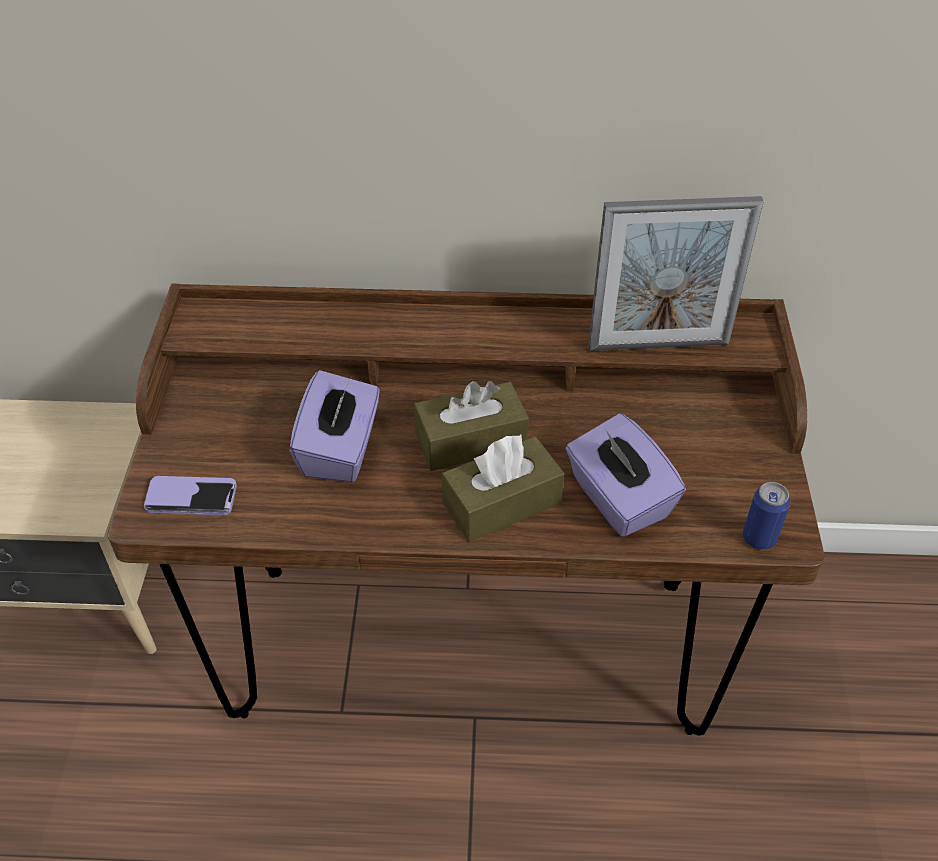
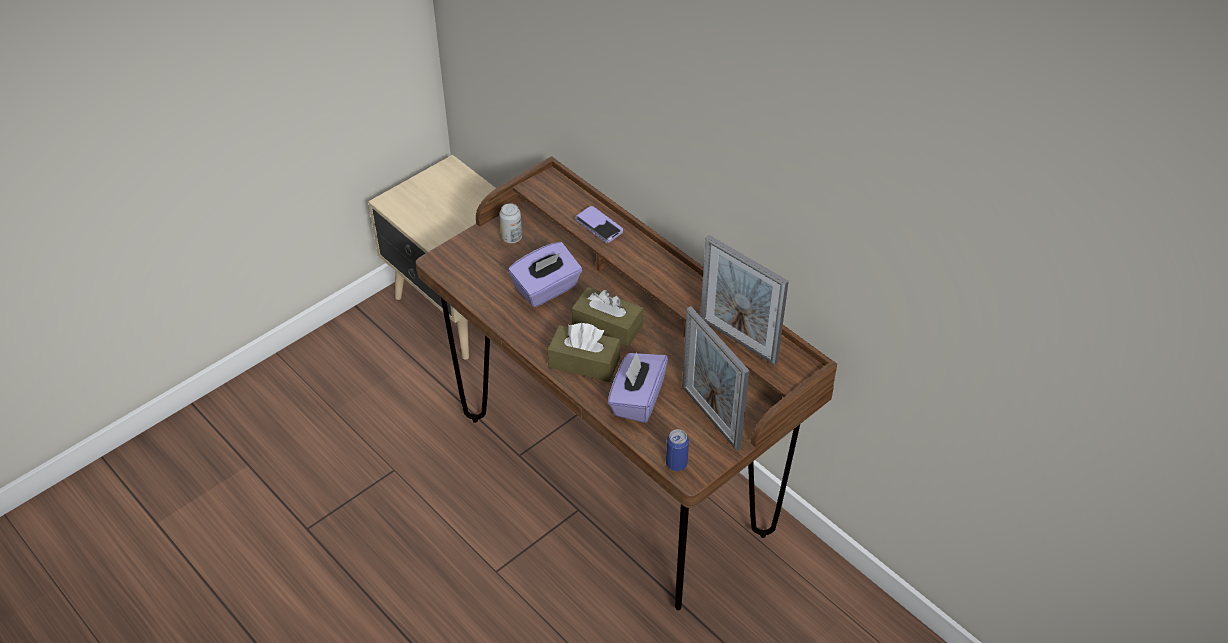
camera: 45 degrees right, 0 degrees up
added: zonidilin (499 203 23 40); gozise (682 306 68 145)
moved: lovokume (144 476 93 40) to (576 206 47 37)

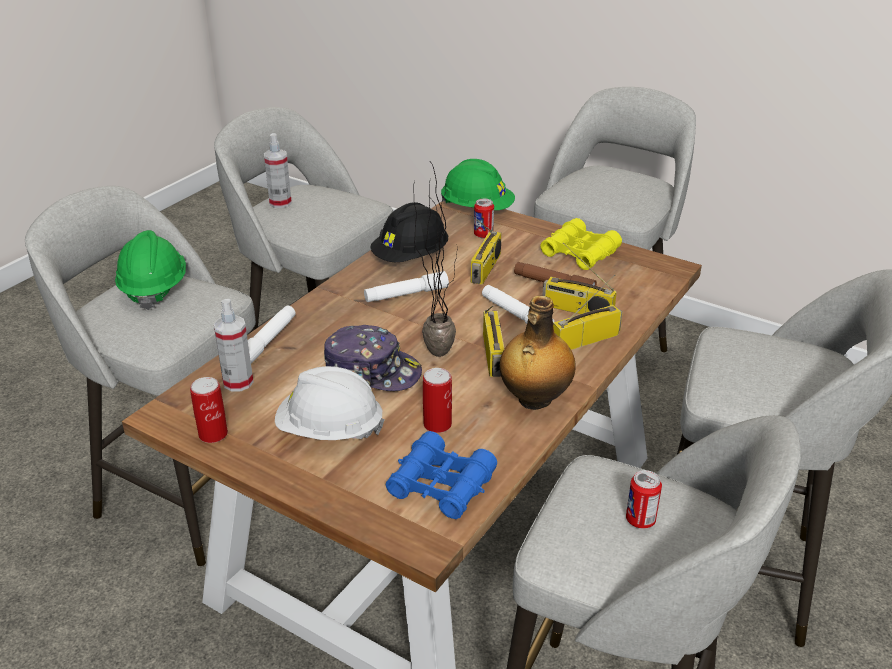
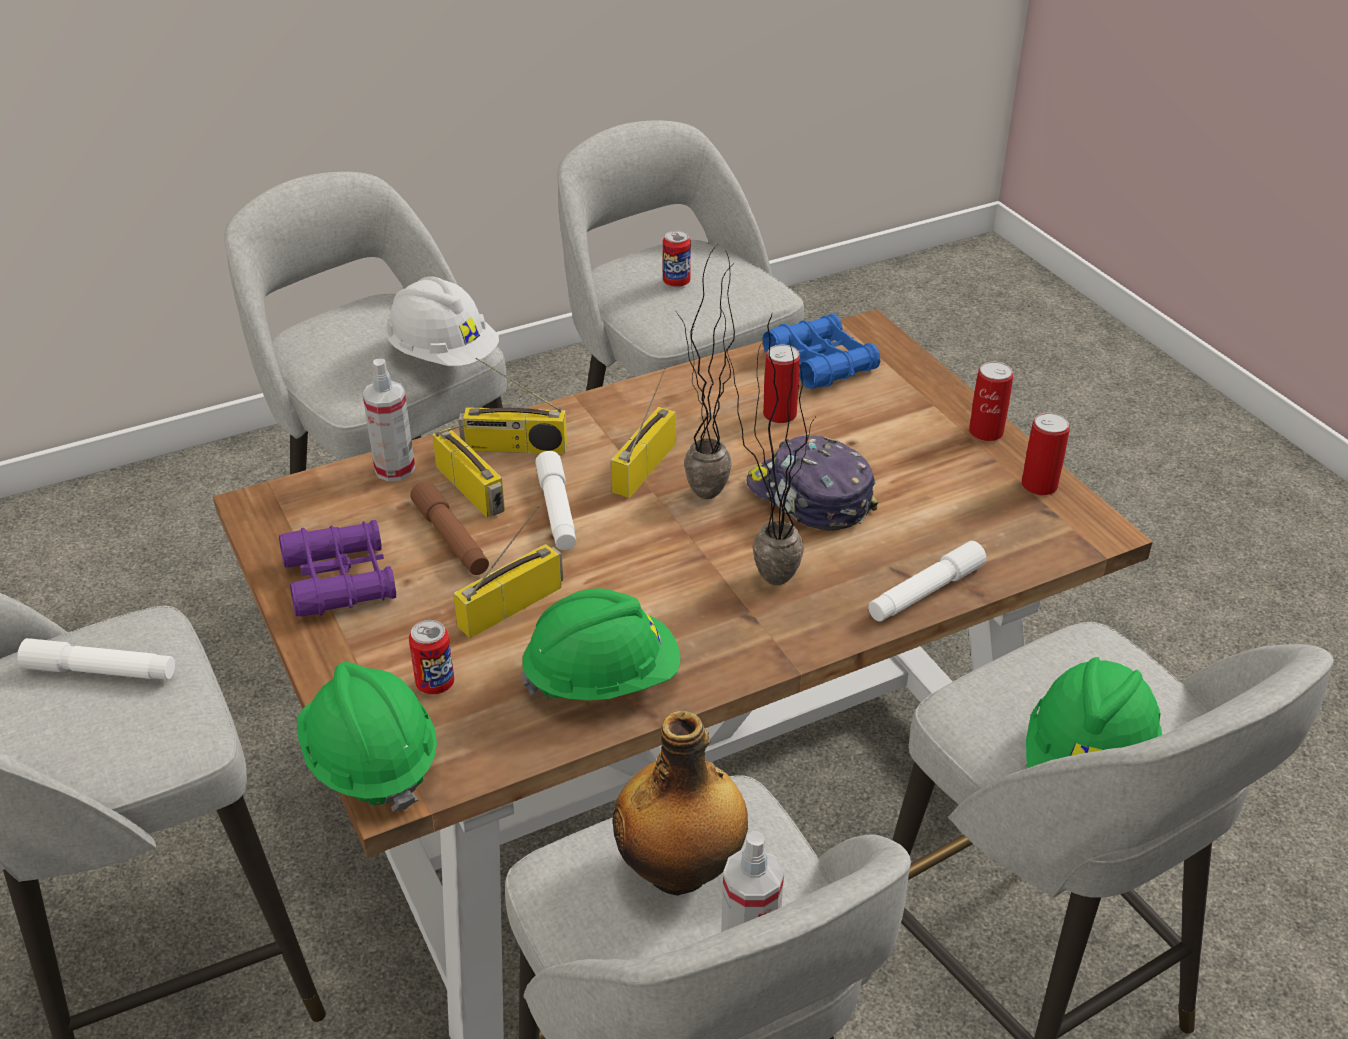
camera: 150 degrees left, 5 degrees up
added: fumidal (727 315 90 270); zonidilin (969 361 44 80)
moved: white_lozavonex (364 271 85 31) to (17 638 158 42); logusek (500 296 76 114) to (612 711 136 185); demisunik (214 299 40 92) to (362 359 53 123); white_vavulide (275 366 110 74) to (385 276 114 90)
recoloured: black_vavulide (370 202 78 60) to green_vavulide (521 588 159 113); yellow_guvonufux (540 218 82 52) to purple_guvonufux (279 520 117 97)

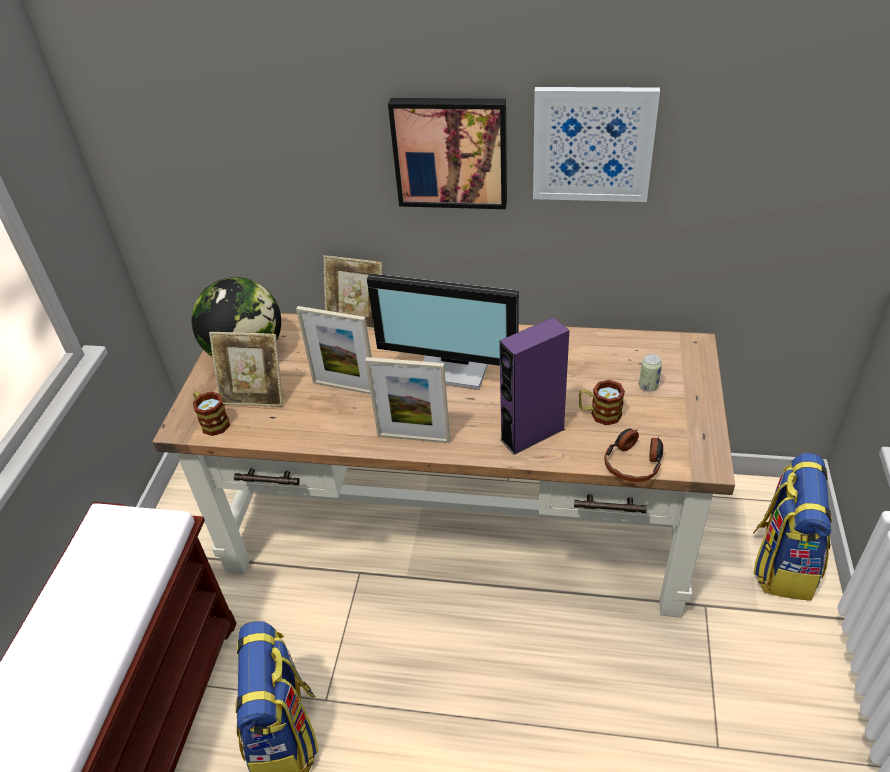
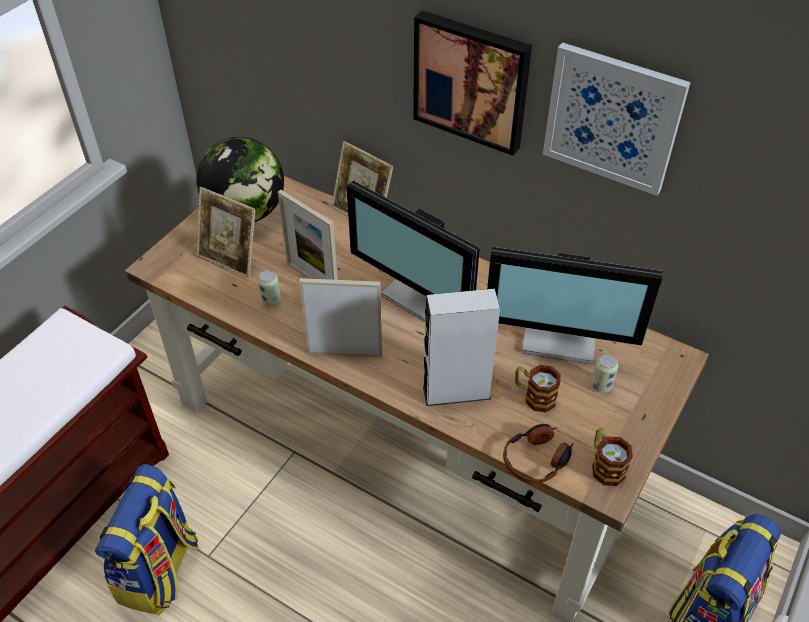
camera: 20 degrees right, 5 degrees up
added: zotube (487 247 175 117); zonidilin (258 270 23 37)
moved: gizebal (193 391 37 45) to (592 428 41 58)
recoloured: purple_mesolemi (499 317 70 138) to grey_mesolemi (423 288 77 118)
turned: gozise (365 357 85 86) = (299 278 83 79) 150 degrees clockwise

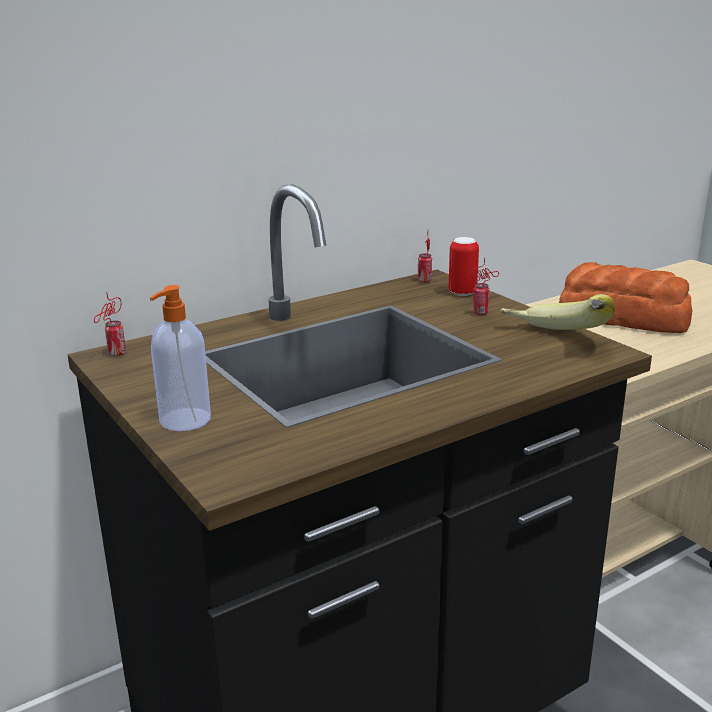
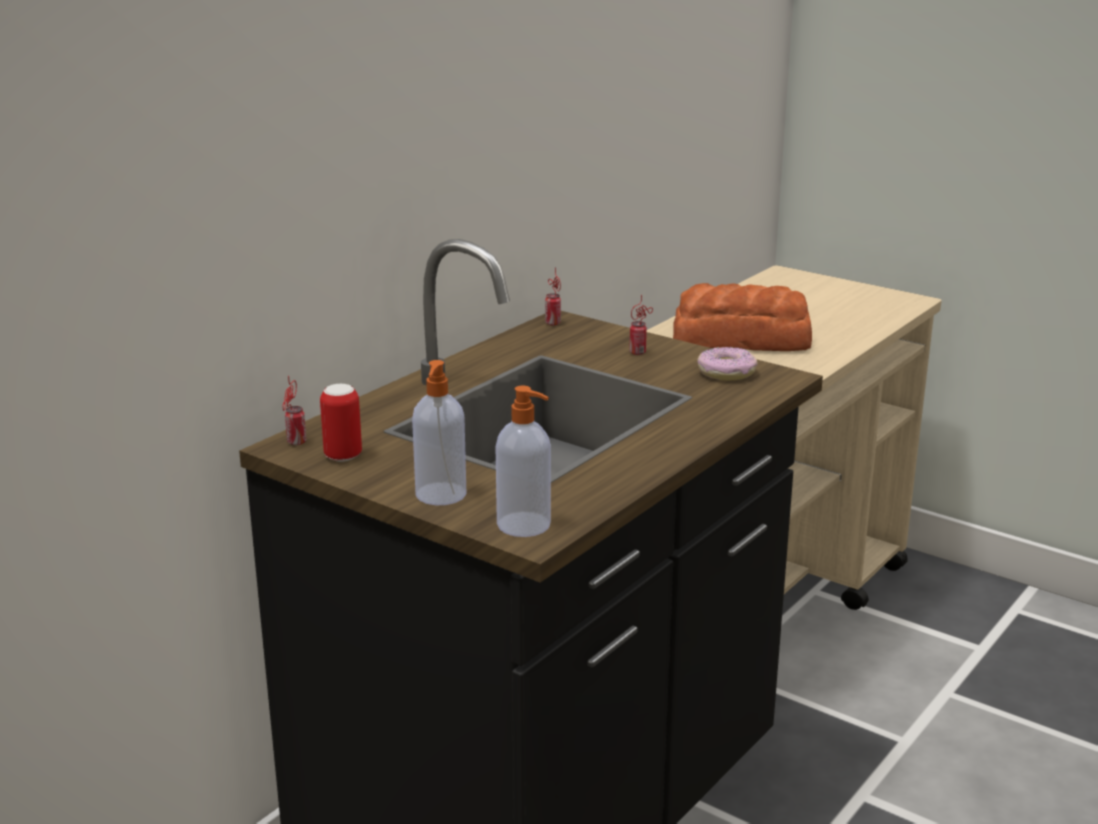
camera: 20 degrees left, 0 degrees up
added: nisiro (496 386 55 151)
moved: zonidilin (449 237 30 59) to (320 384 42 78)
replaced: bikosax (500 294 115 36) to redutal (697 347 61 34)

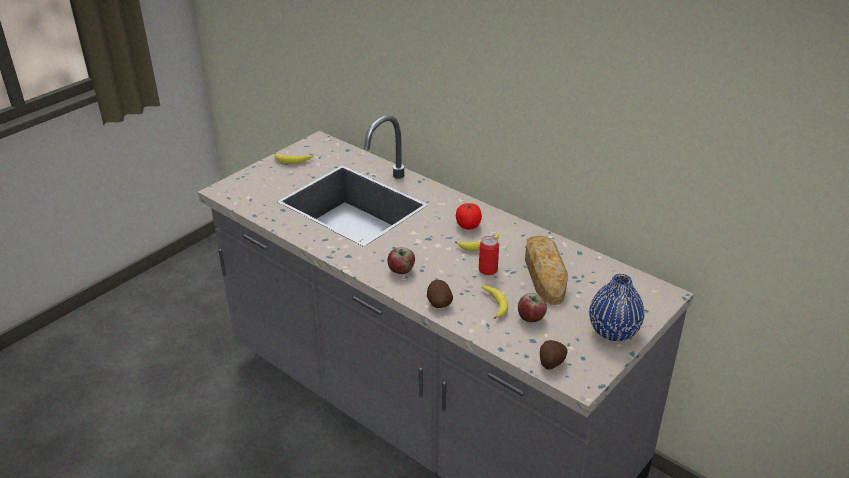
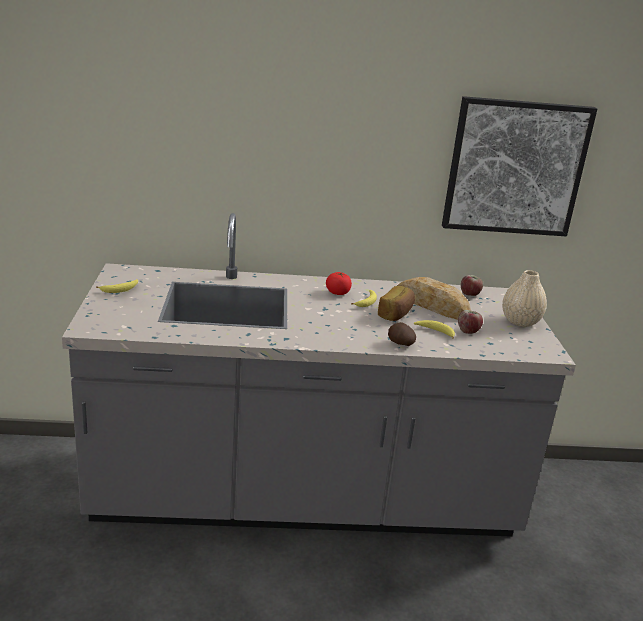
camera: 45 degrees left, 10 degrees down
removed: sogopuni (540 340 27 29)
added: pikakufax (442 96 155 140)
moved: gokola (388 247 27 27) to (461 275 22 21)
replaced: zonidilin (479 236 20 39) to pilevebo (378 286 37 35)
recoloured: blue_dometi (589 274 55 67) to beige_dometi (502 270 45 57)

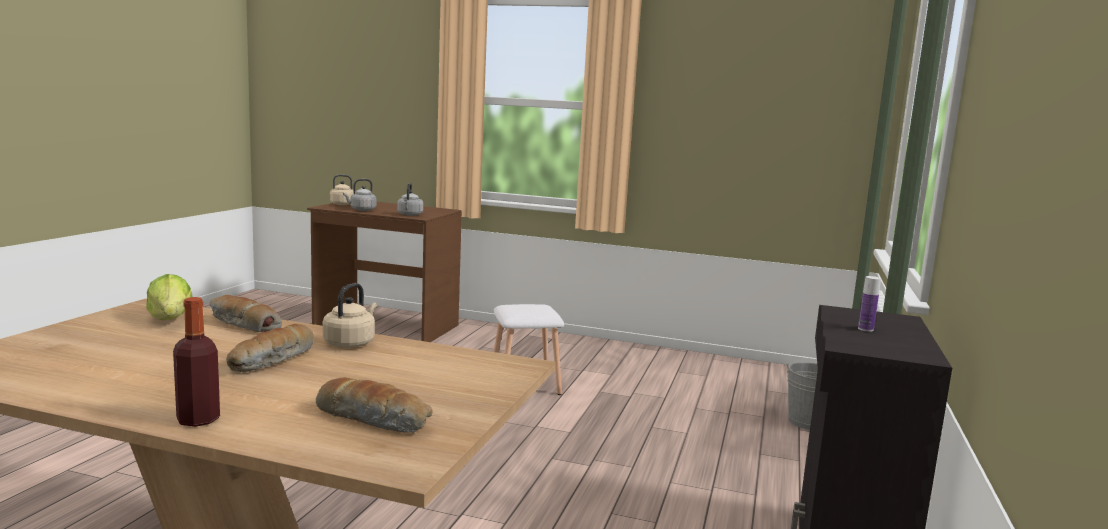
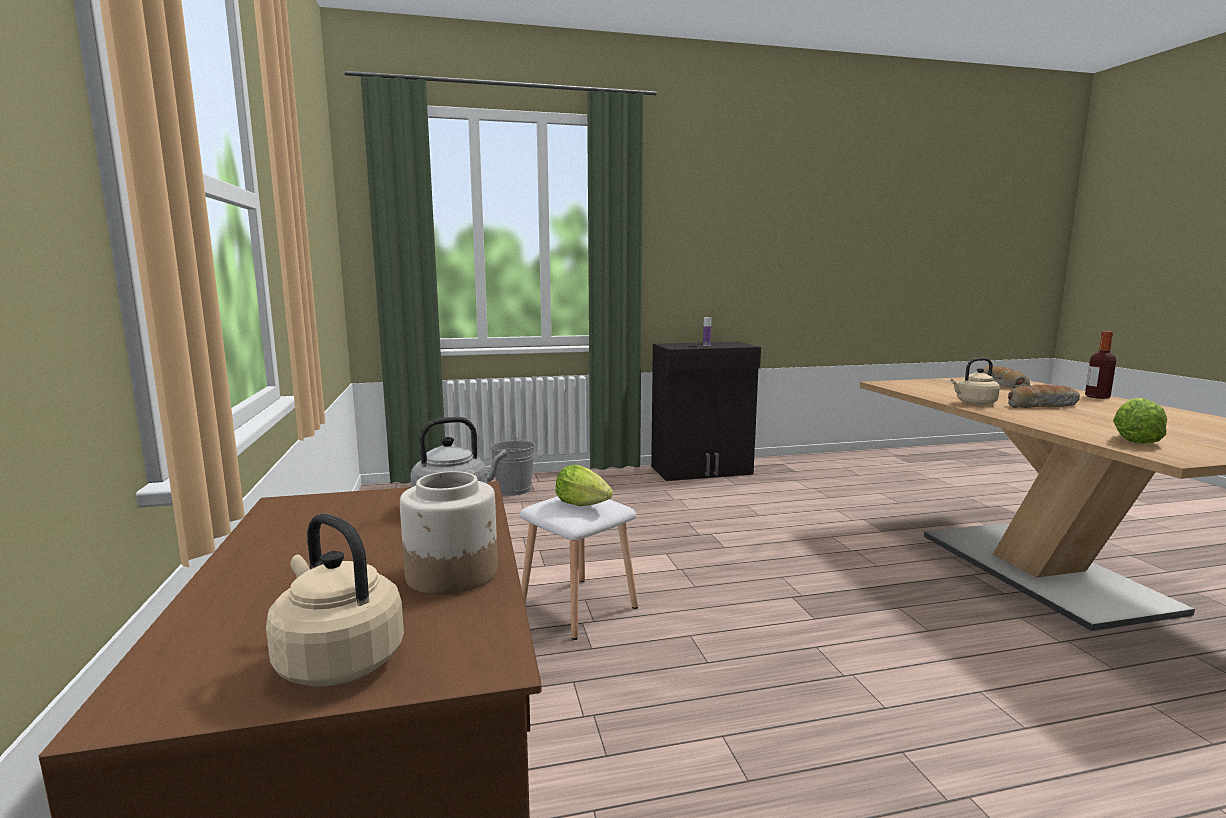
camera: 120 degrees left, 0 degrees up
removed: pilevebo (209 295 73 37)
added: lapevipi (556 465 57 41)
replaced: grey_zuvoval (343 179 33 32) to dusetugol (400 471 98 124)

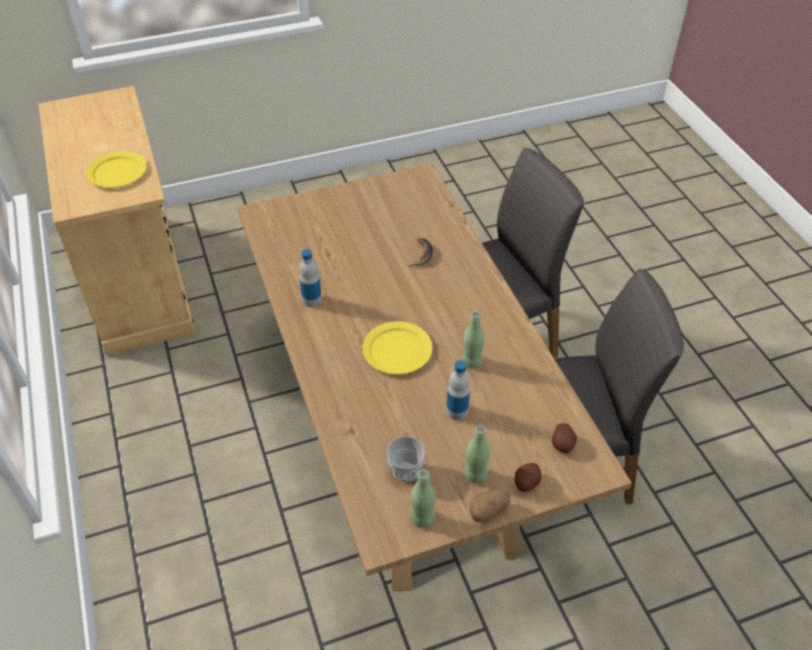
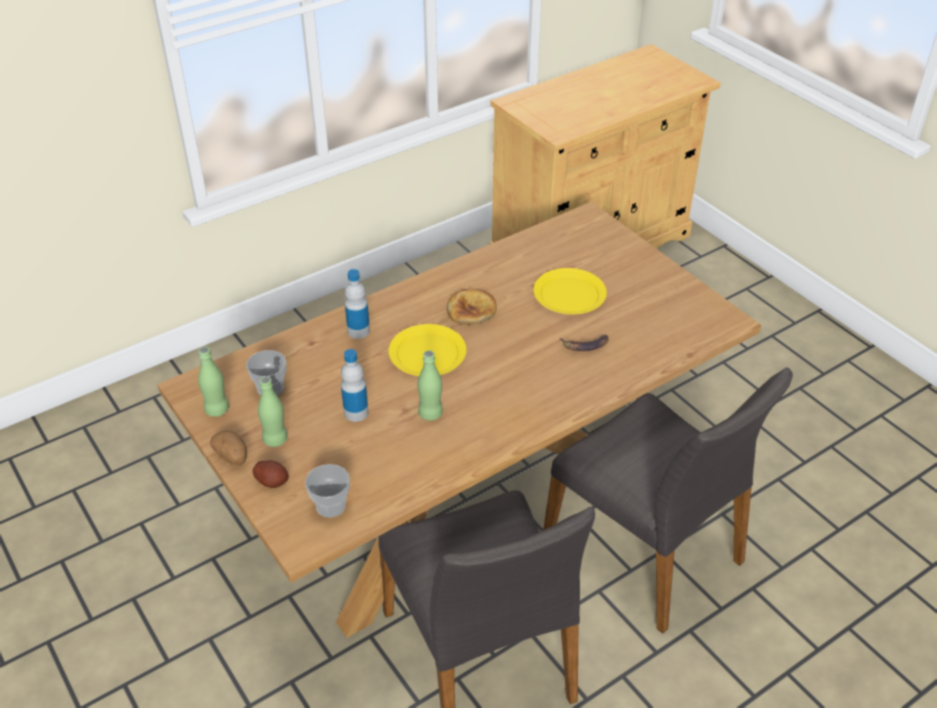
camera: 75 degrees right, 5 degrees down
added: pilevebo (447 289 50 36)
moved: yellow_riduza (86 151 61 37) to (533 268 74 46); logusek (299 249 23 58) to (345 269 25 70)
replaced: sogopuni (552 423 25 31) to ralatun (305 464 45 54)

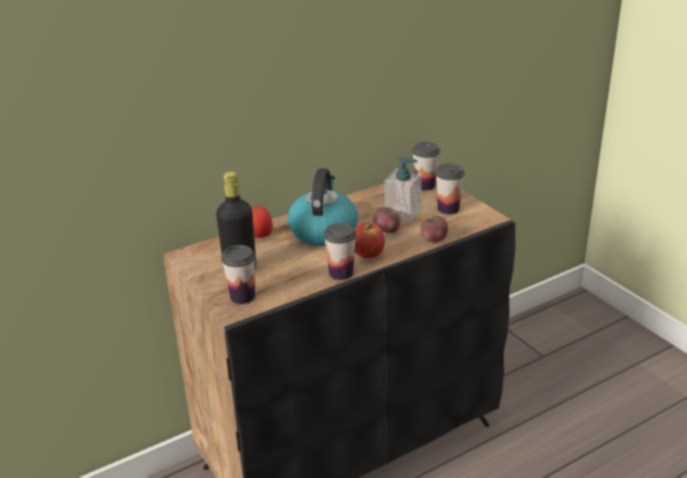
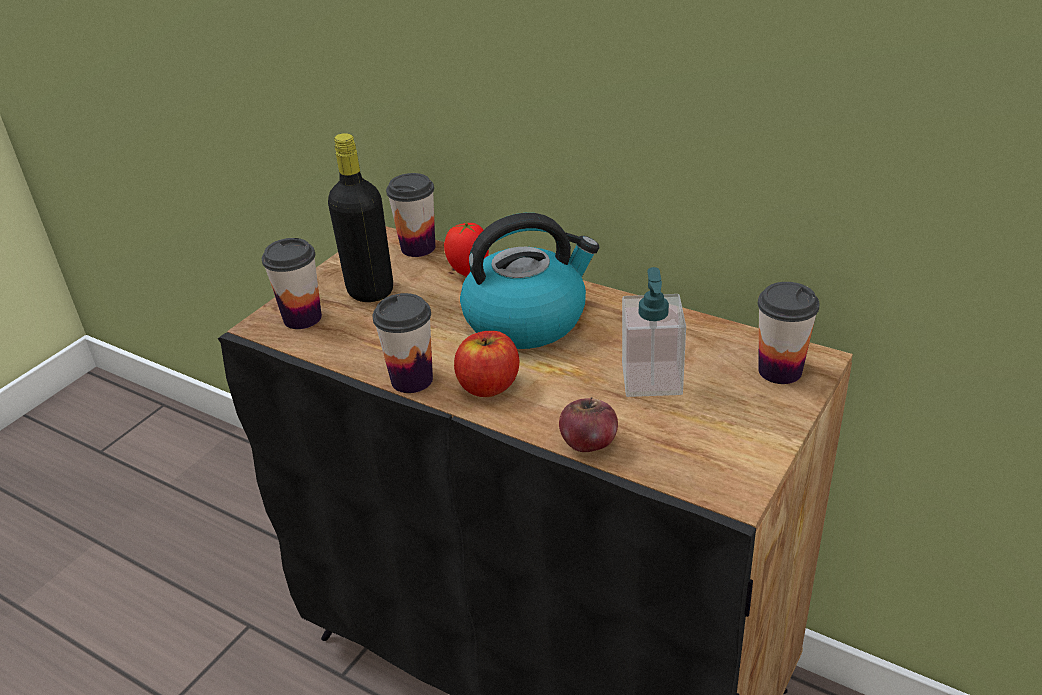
camera: 65 degrees right, 5 degrees up
removed: gokola (373 207 28 26)
moved: ralatun (435 163 30 51) to (386 173 49 84)

